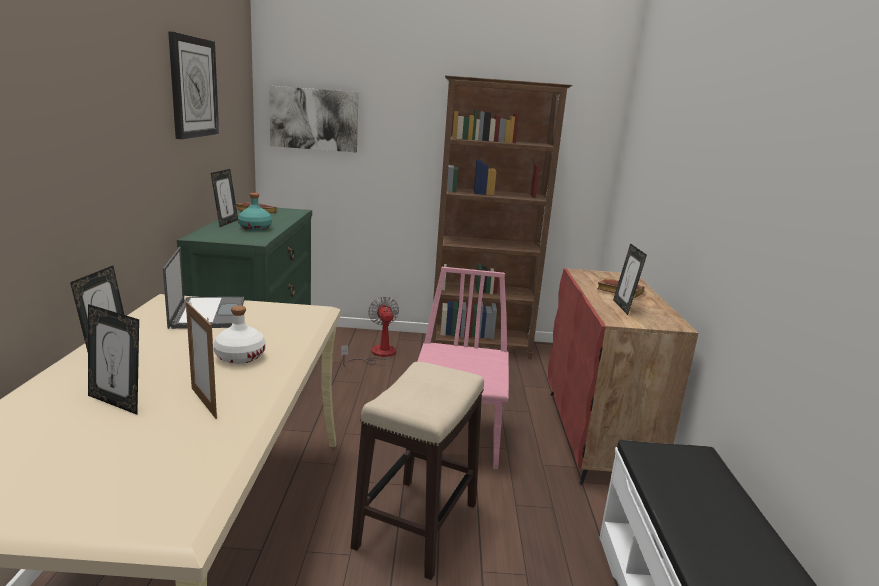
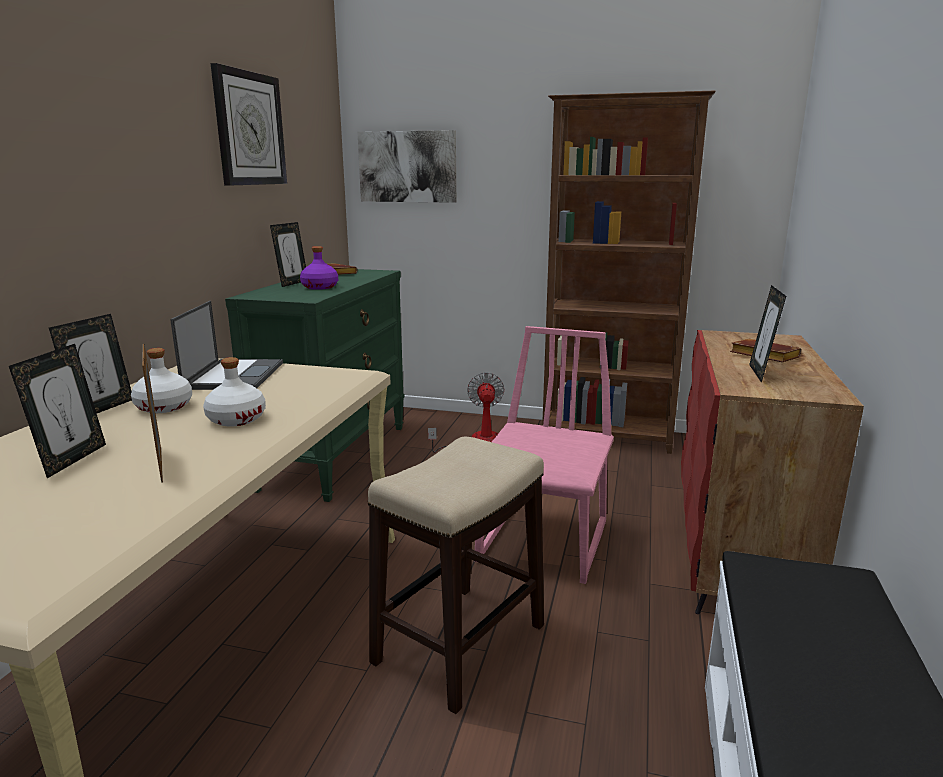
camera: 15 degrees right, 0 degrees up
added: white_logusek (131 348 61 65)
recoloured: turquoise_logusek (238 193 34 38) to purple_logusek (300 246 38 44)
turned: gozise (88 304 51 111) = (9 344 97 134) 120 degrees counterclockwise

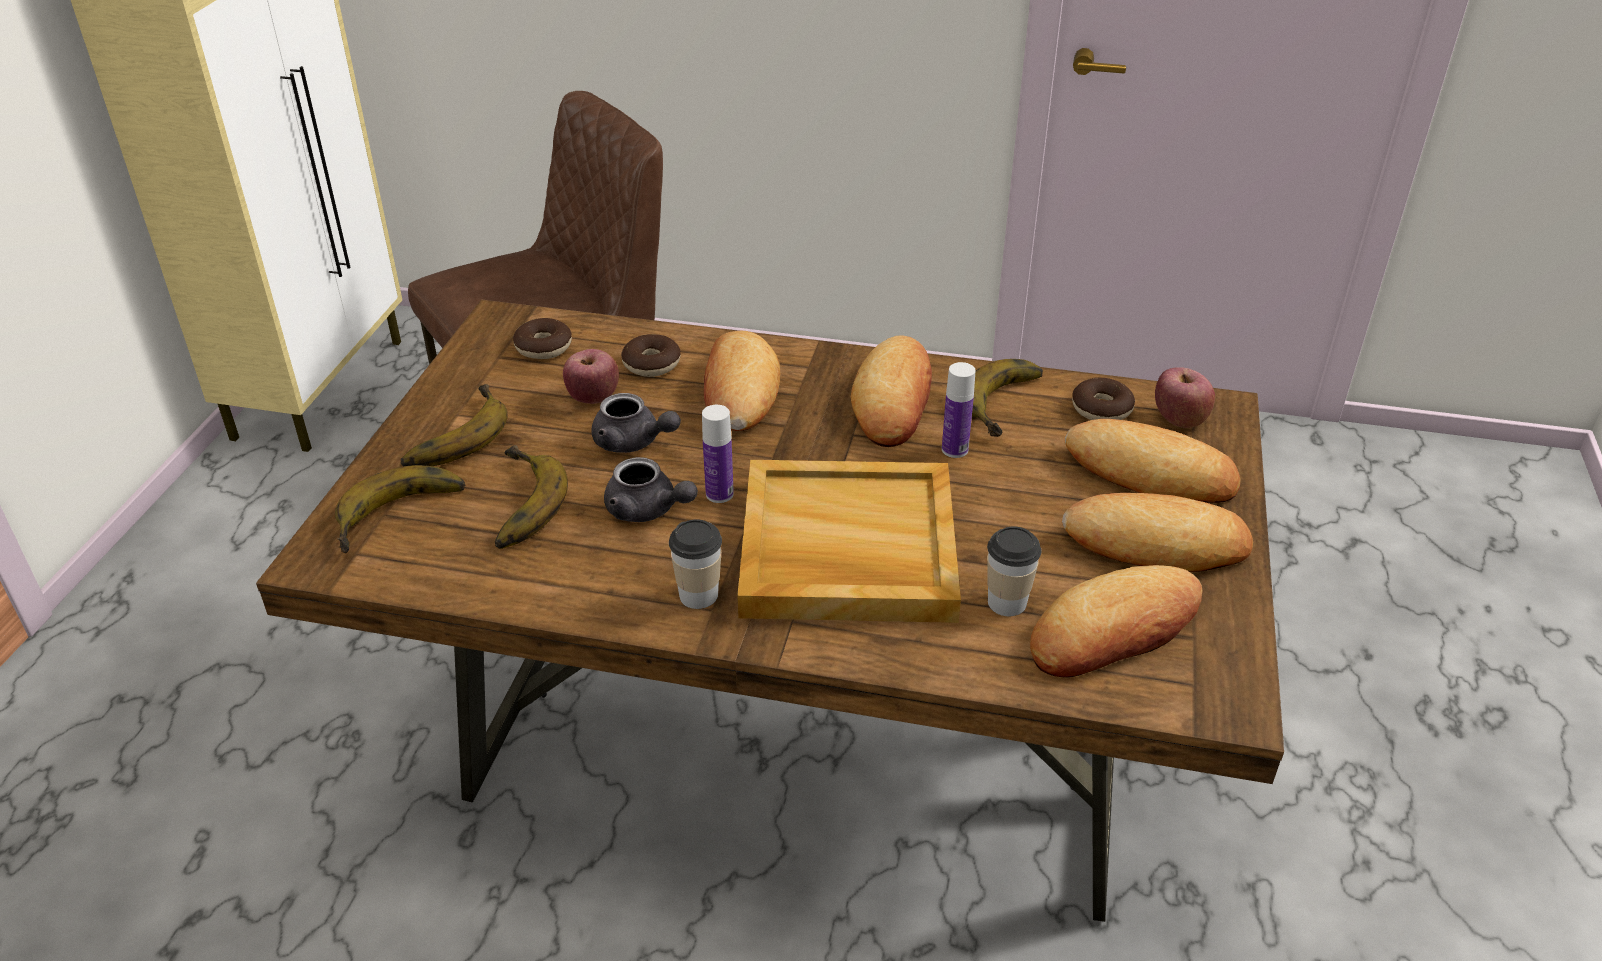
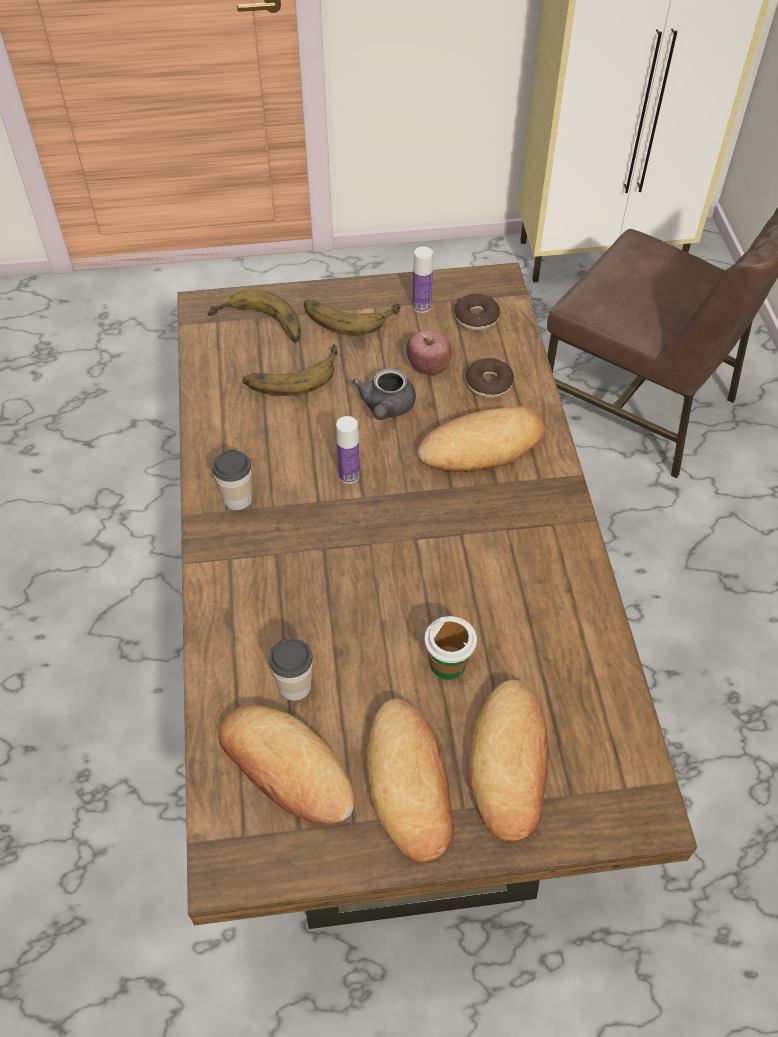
camera: 70 degrees right, 15 degrees up
removed: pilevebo (851 335 81 112); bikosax (972 359 71 78); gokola (1155 367 60 61); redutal (1072 378 63 42); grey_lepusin (604 457 94 65); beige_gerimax (737 460 224 163)
added: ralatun (425 616 52 64)
moved: logusek (942 362 34 96) to (412 246 21 67)

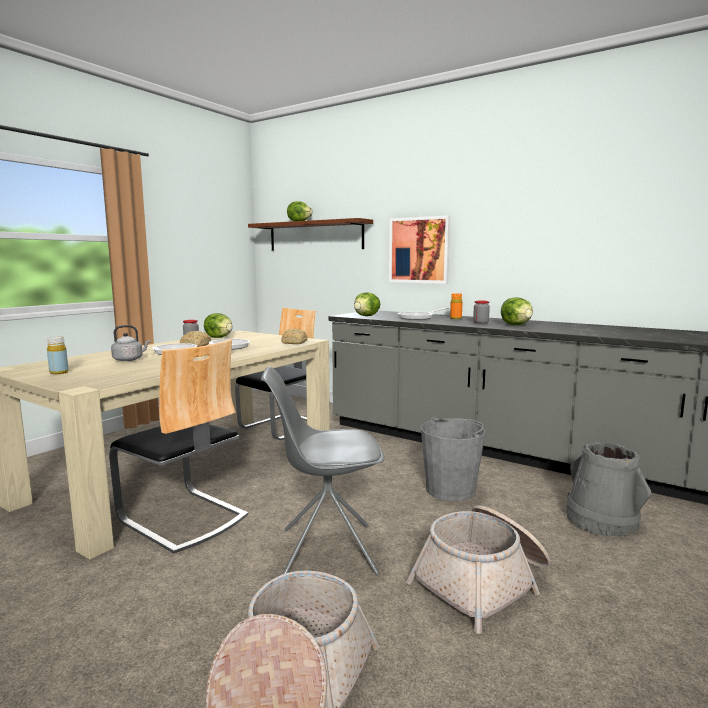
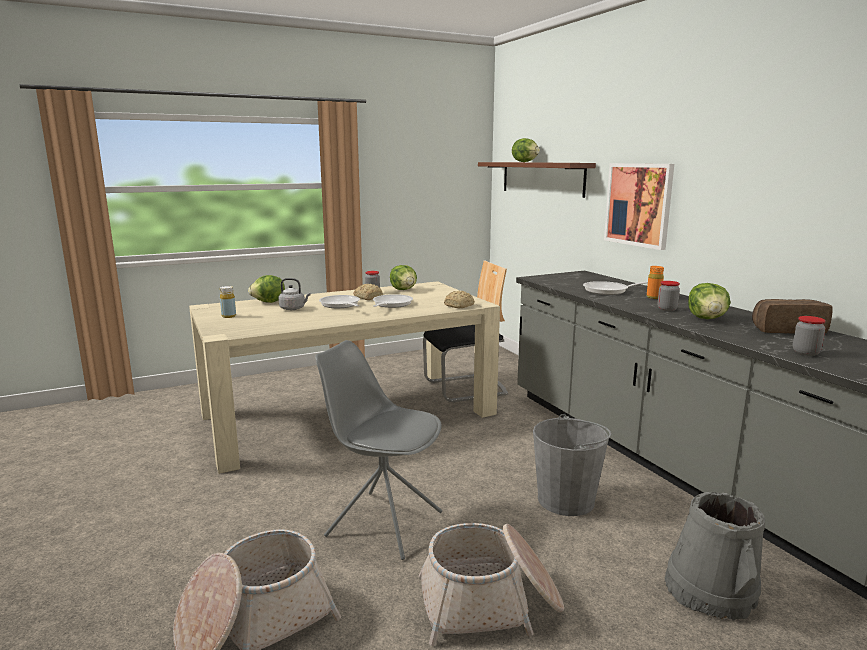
camera: 30 degrees right, 5 degrees up
removed: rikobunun (109 339 139 214)
added: pilevebo (752 299 81 35); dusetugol (793 316 33 40)
moved: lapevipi (354 292 26 24) to (248 275 37 28)

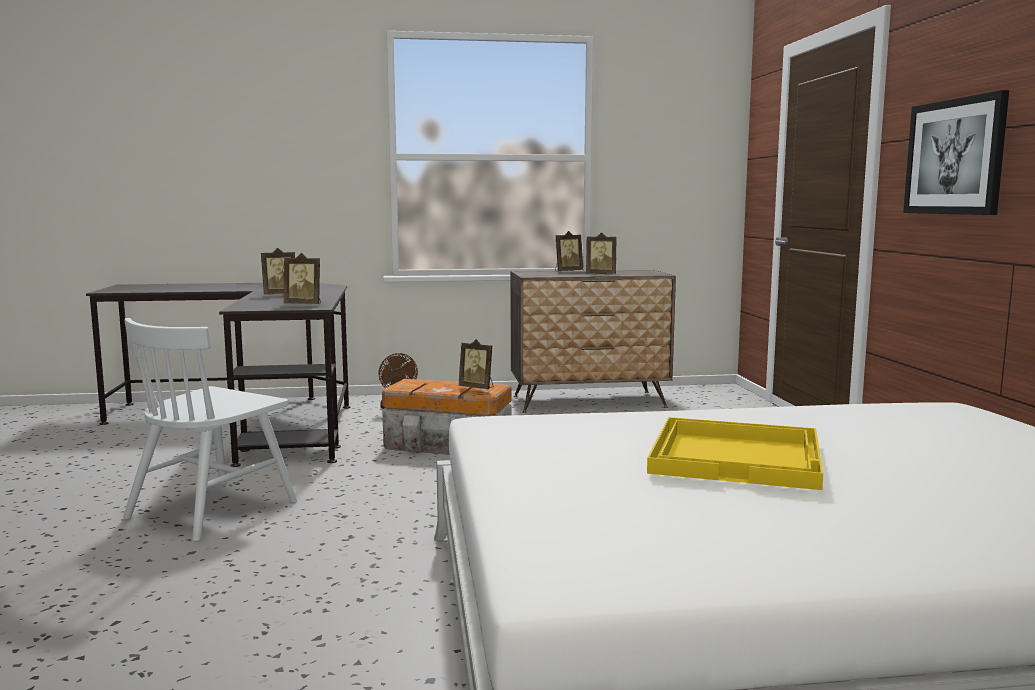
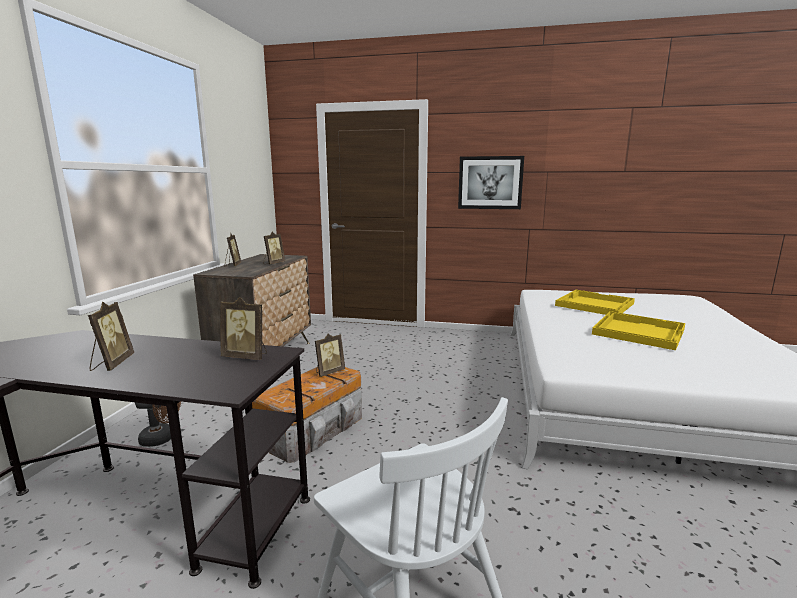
camera: 70 degrees left, 5 degrees up
added: yellow_gerimax (555 290 80 25)
turned: gozise (283 253 38 51) = (220 297 47 63) 75 degrees clockwise

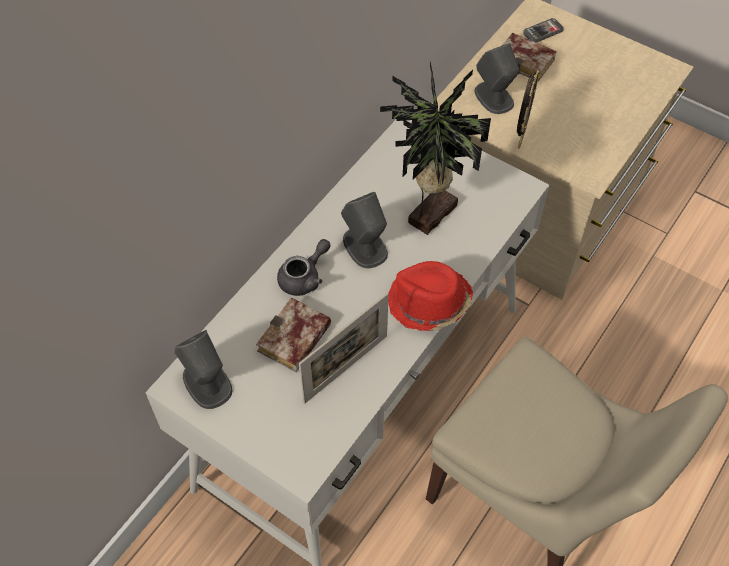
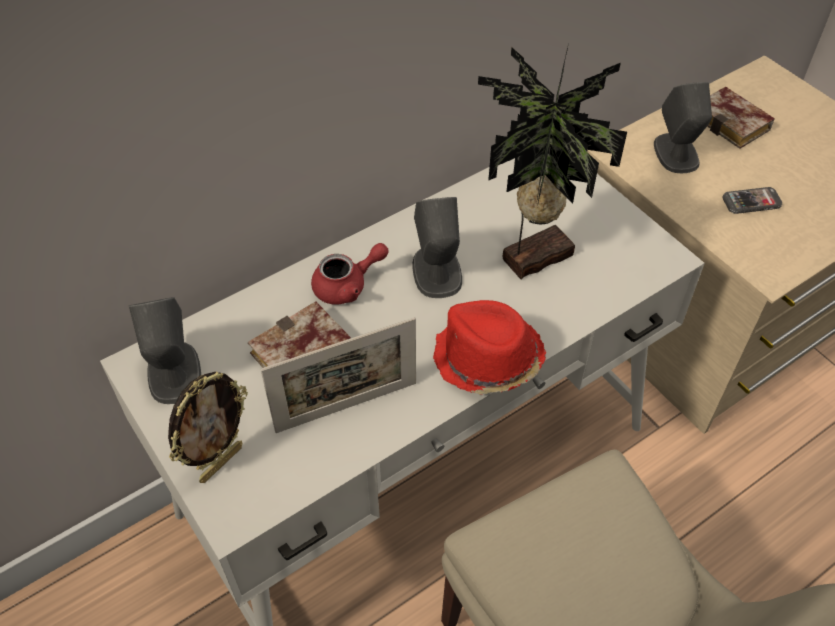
camera: 20 degrees right, 5 degrees down
moved: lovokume (523 18 40 25) to (722 187 60 27); gozise (517 70 22 79) to (168 372 80 111)
recoloured: grey_lepusin (277 239 54 57) to red_lepusin (311 243 78 61)

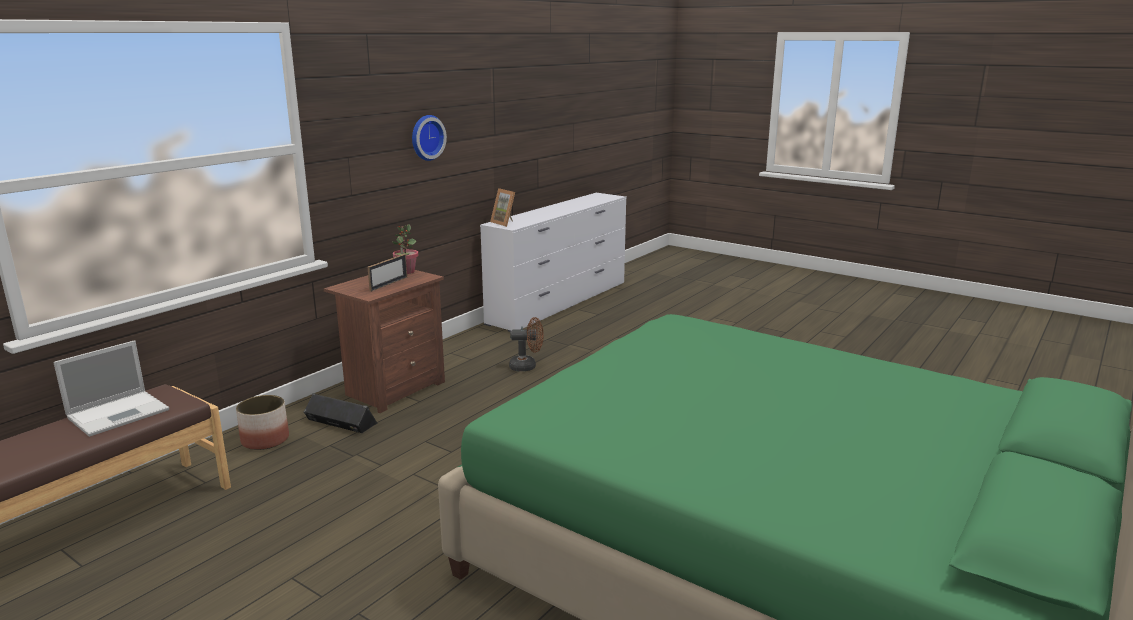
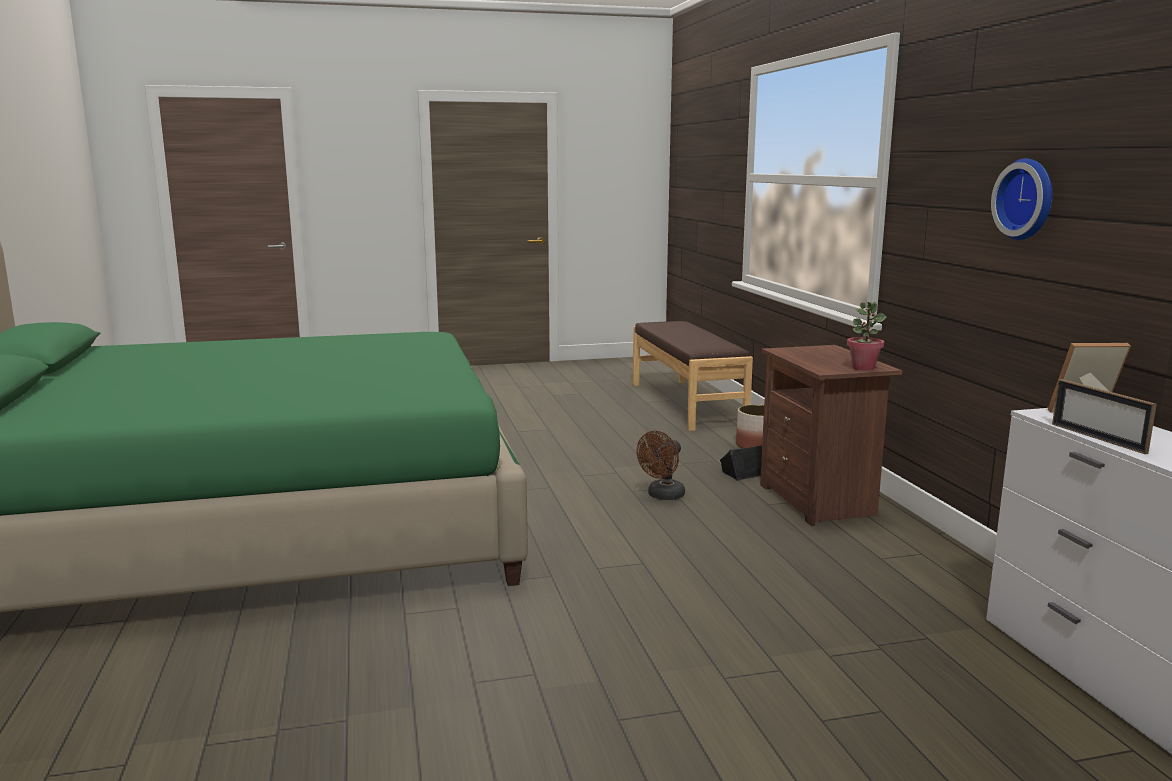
camera: 130 degrees right, 5 degrees down
removed: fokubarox (53 340 116 97)
moved: gozise (368 254 39 38) to (1052 379 105 75); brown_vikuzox (509 317 35 54) to (636 431 49 69)

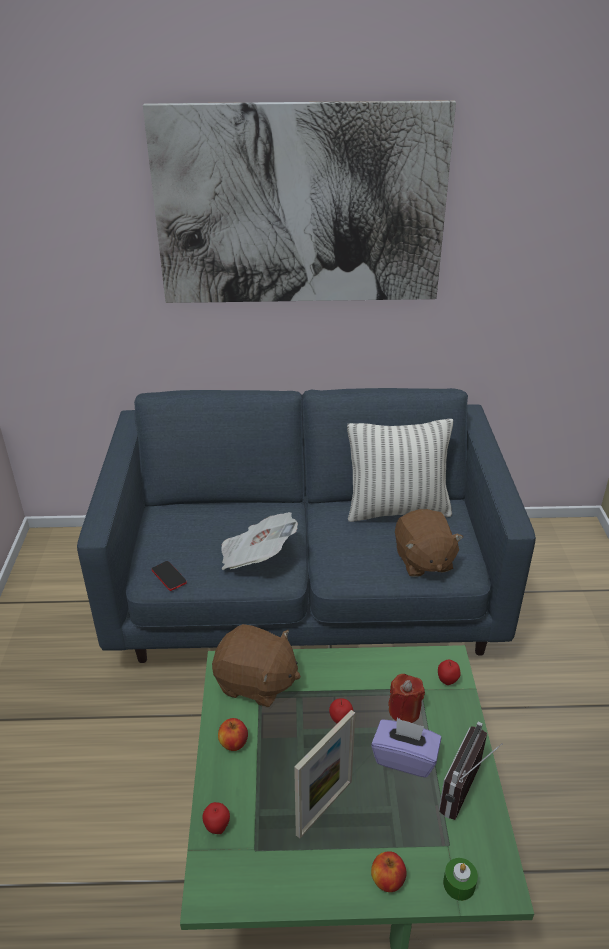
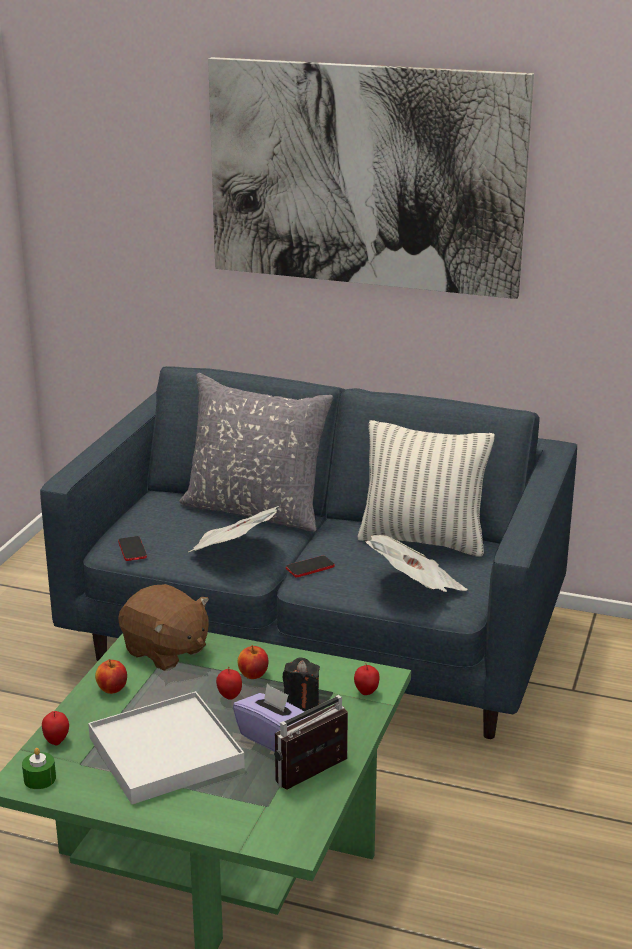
camera: 20 degrees right, 10 degrees down
added: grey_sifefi (179 373 154 159); lovokume (286 556 49 21)
moved: gokola (371 851 36 41) to (238 645 30 34); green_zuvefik (443 858 35 43) to (22 748 34 41)
replaced: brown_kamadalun (395 509 68 68) to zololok (365 535 102 57); gozise (294 710 61 129) to white_gerimax (88 691 157 113)
recoloured: red_zuvefik (388 674 37 49) to black_zuvefik (283 657 37 55)

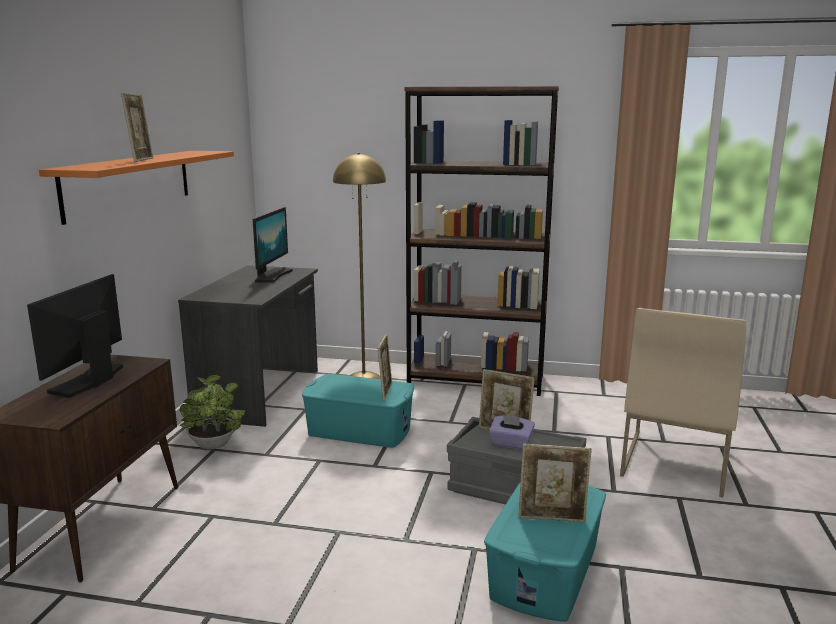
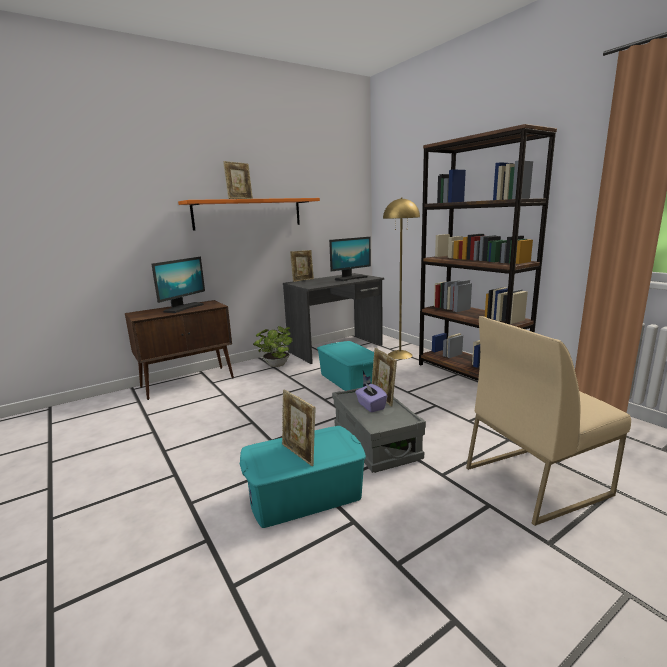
camera: 45 degrees right, 0 degrees up
moved: gozise (378 334 14 67) to (290 250 24 32)
turned: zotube (27 274 96 124) = (151 257 54 56) 150 degrees clockwise

